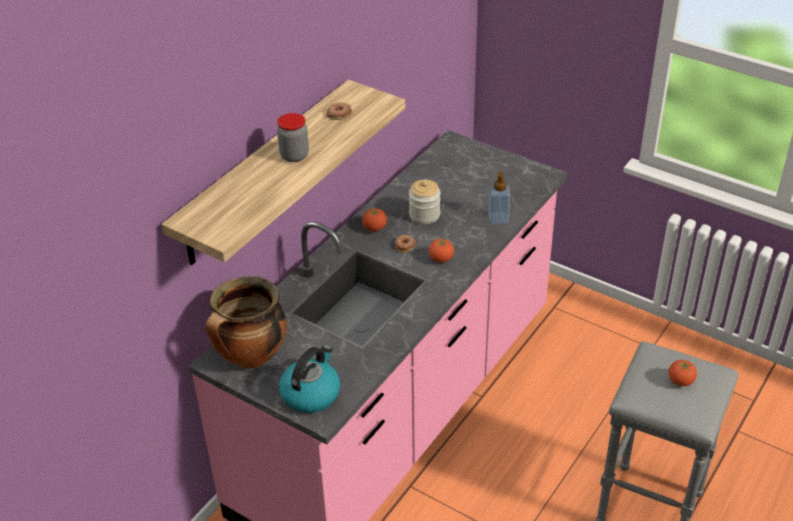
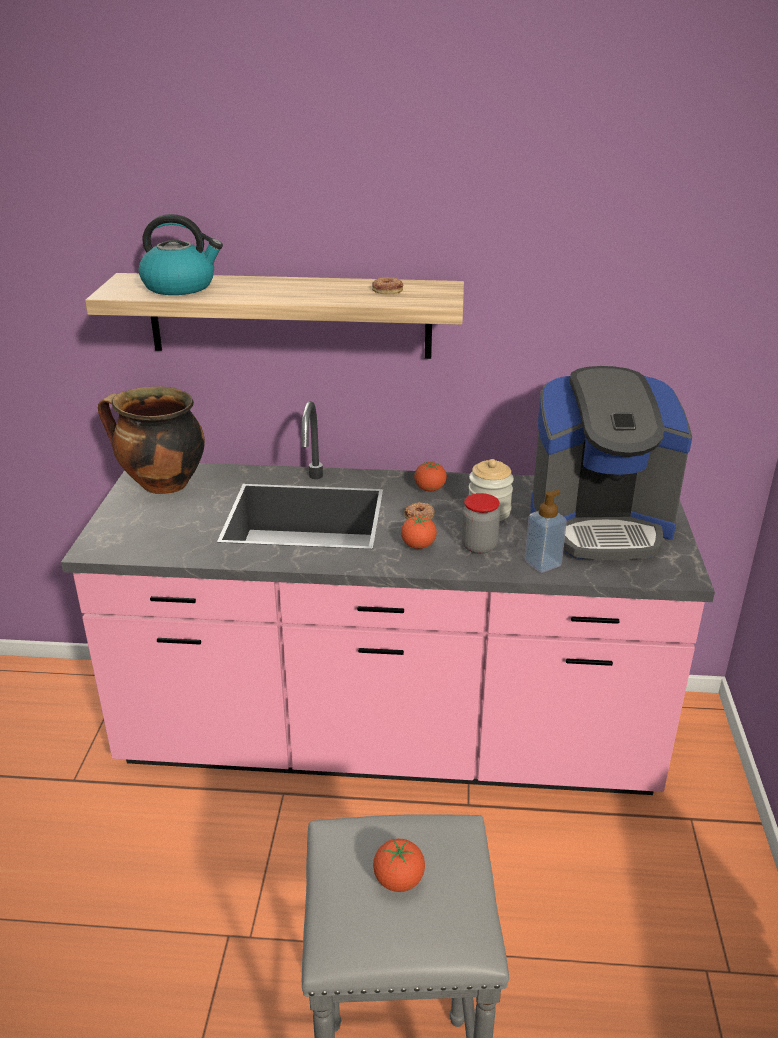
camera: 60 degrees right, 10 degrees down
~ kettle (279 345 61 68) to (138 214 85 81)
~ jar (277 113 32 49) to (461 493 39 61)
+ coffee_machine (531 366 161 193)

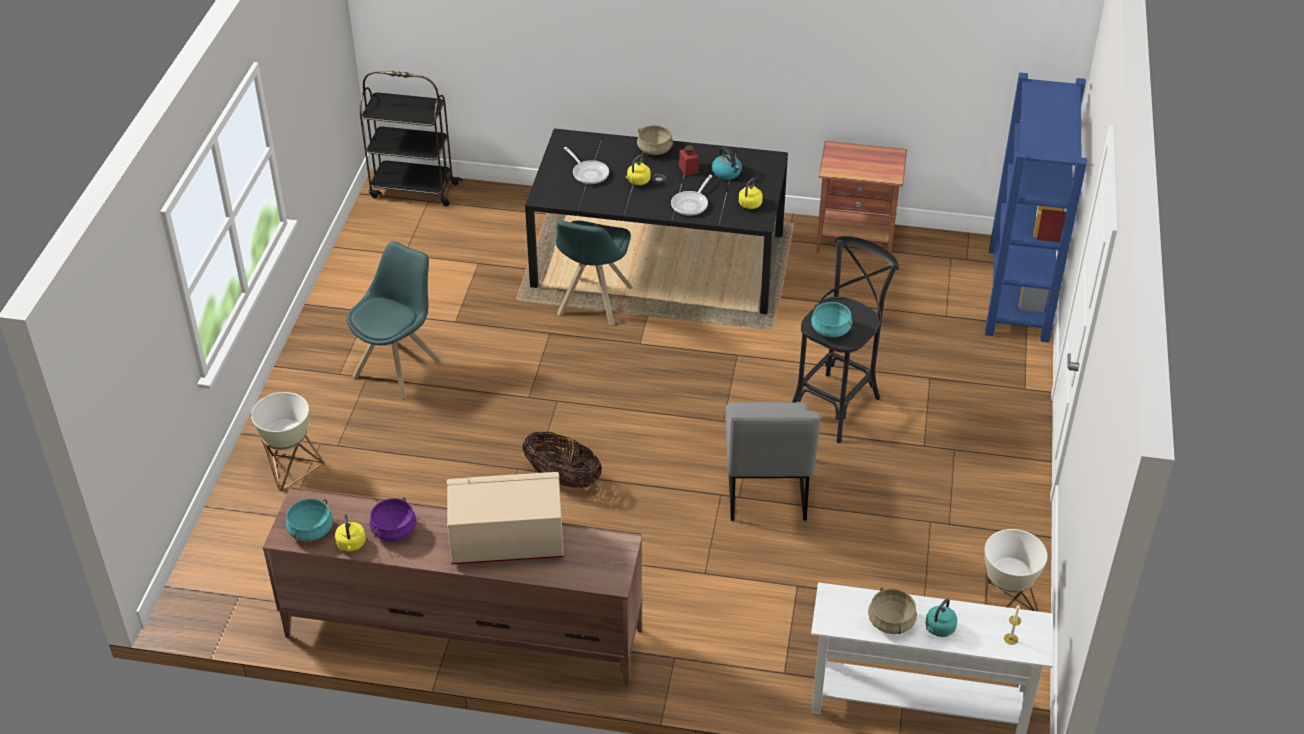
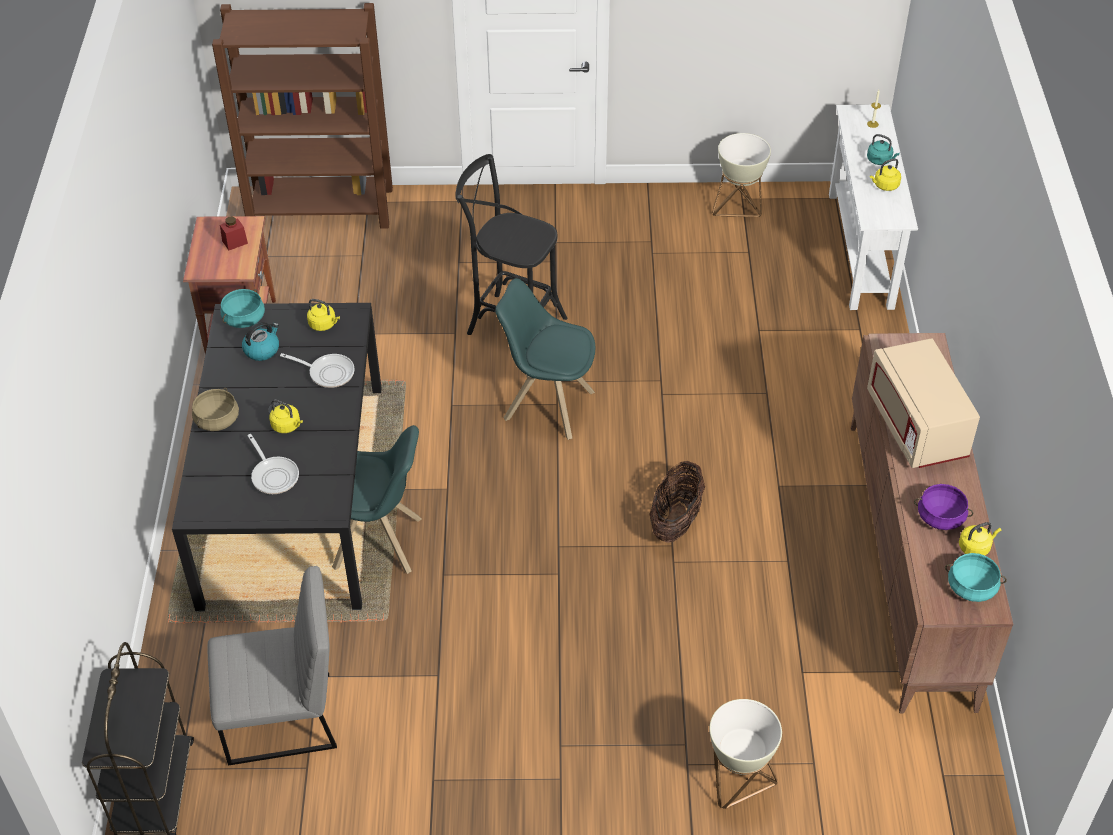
camera: 100 degrees left, 5 degrees up
~ grey_chair (725 402 95 119) to (207 566 130 200)
~ blue_bookcase (985 73 102 270) to brown_bookcase (212 3 181 225)
~ red_jar (679 145 20 31) to (220 216 28 35)
~ turquoise_cooking_pot (811 302 42 35) to (220 289 45 39)
~ frying_pan (564 147 45 37) = (247 434 52 60) 105 degrees clockwise
~ turquoise_chair (347 241 94 159) to (495 278 100 162)
~ beige_cooking_pot (868 587 49 47) to yellow_kettle (870 158 31 33)

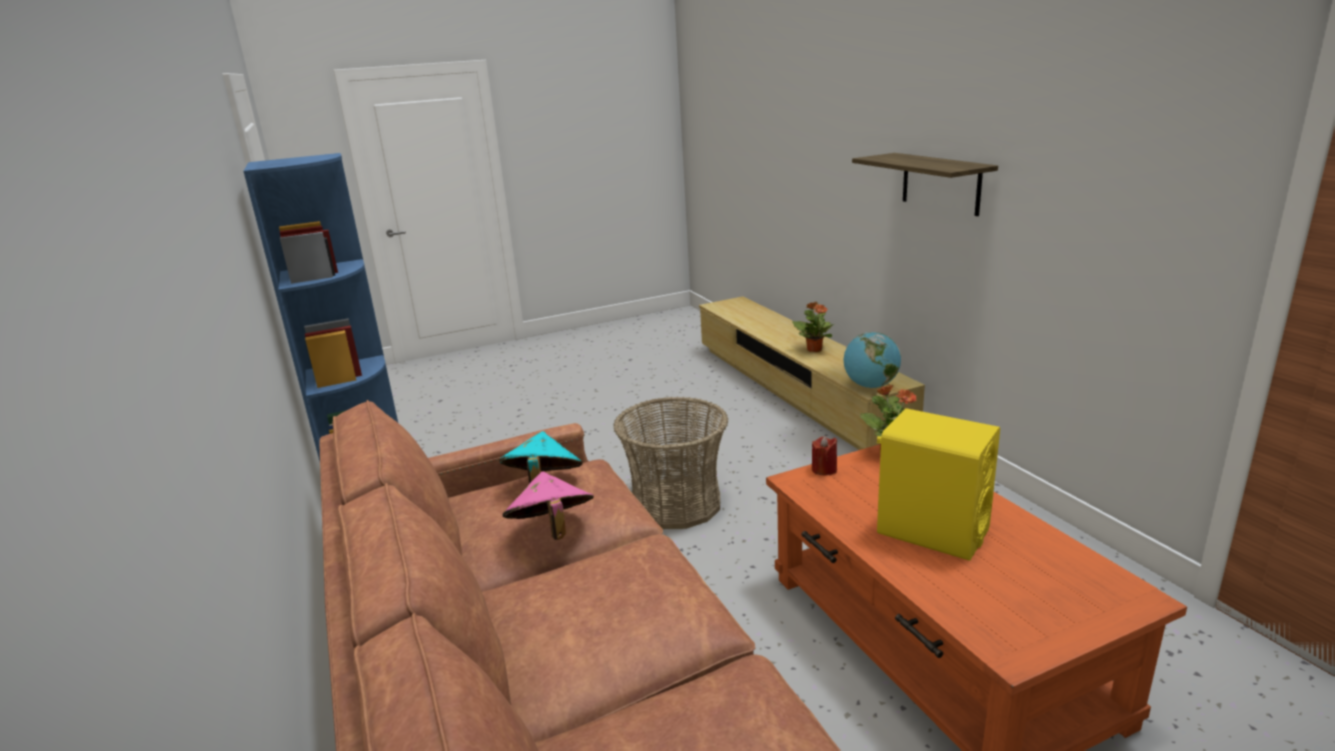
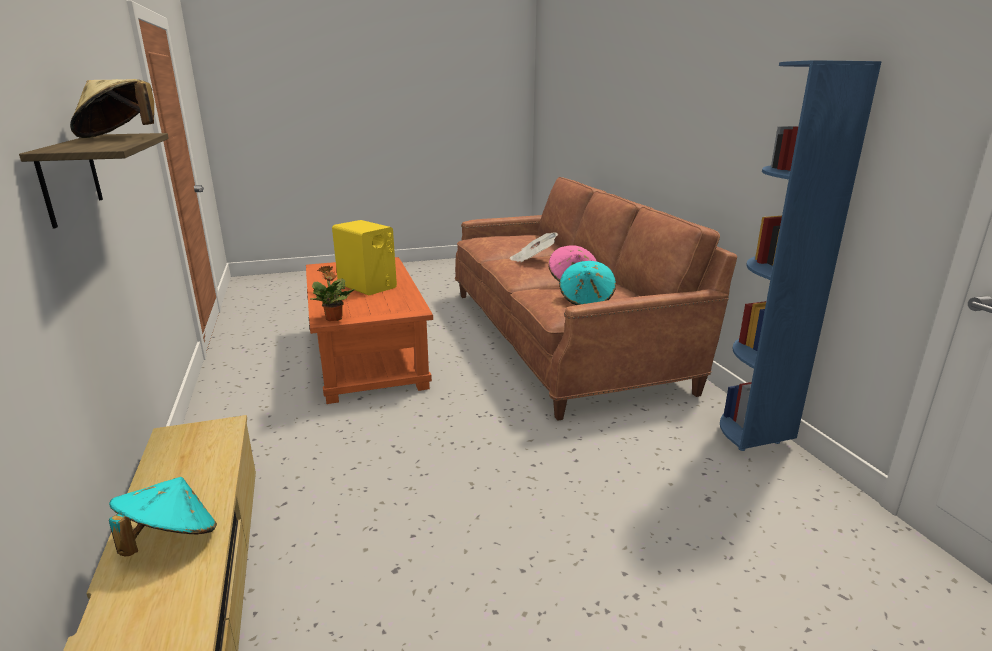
camera: 175 degrees left, 0 degrees up
+ beige_hat (70 79 84 59)
~ potted_plant (792 302 42 50) to turquoise_hat (109 477 108 79)
+ newspaper (509 232 49 30)
- basket (613 397 115 132)
- red_candle (812 436 25 39)
- globe (844 332 57 56)

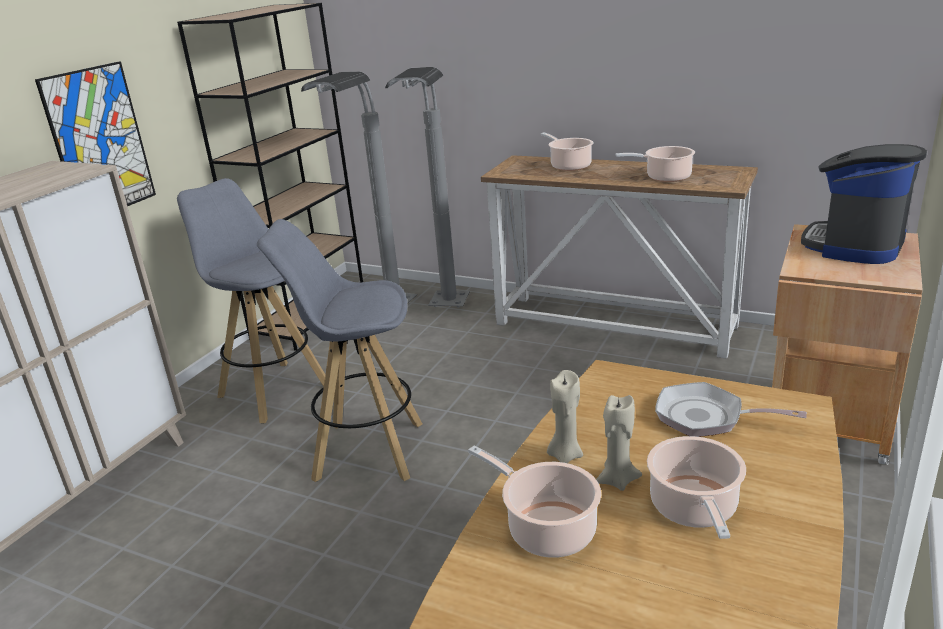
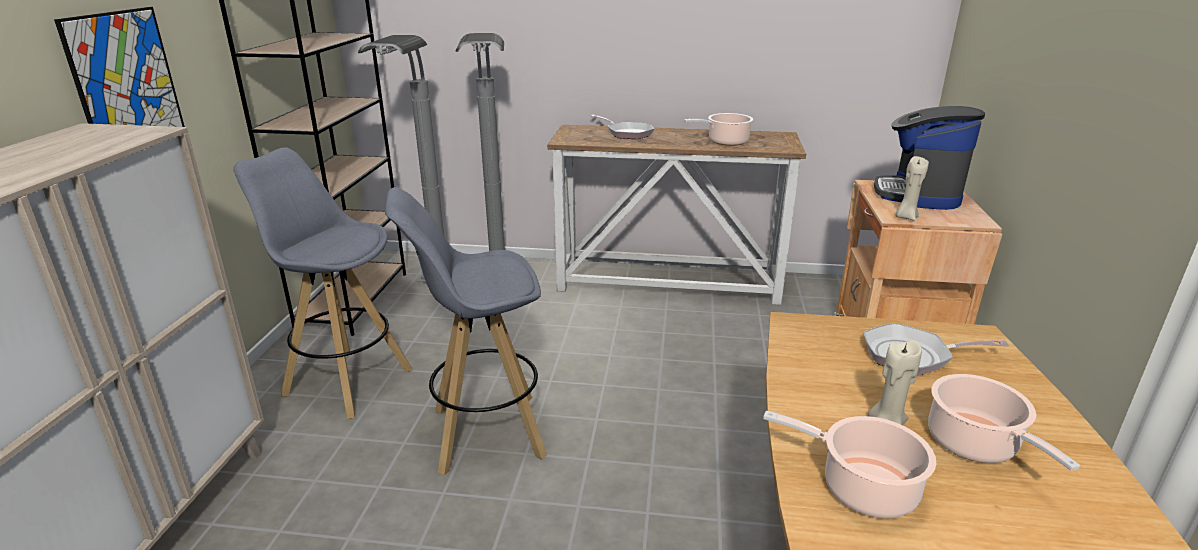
camera: 20 degrees left, 0 degrees up
~ cooking_pot (541 132 52 39) to frying_pan (591 115 64 24)
~ beige_candle (547 370 36 93) to (895 156 34 65)

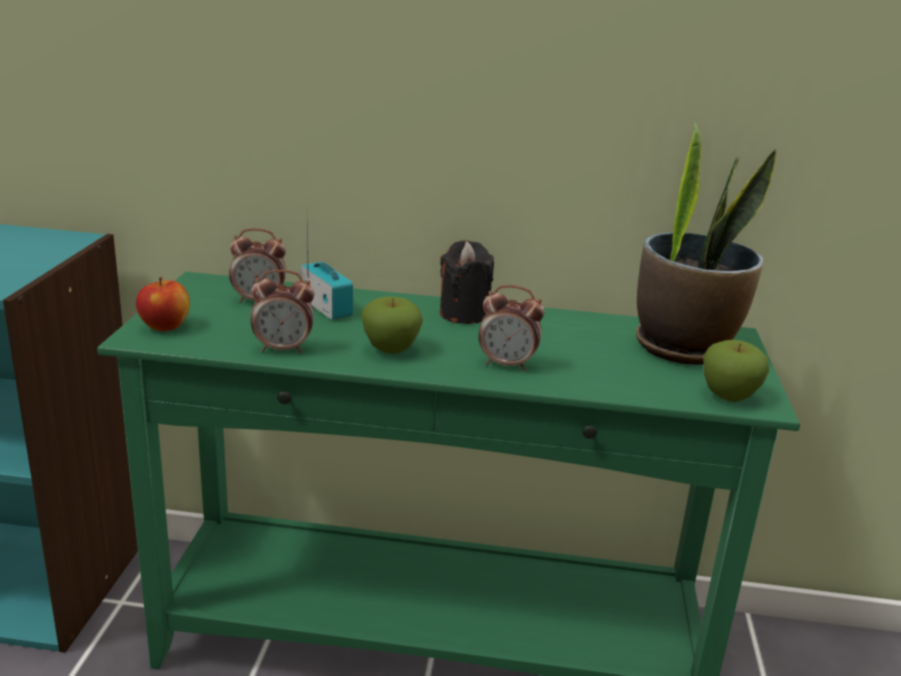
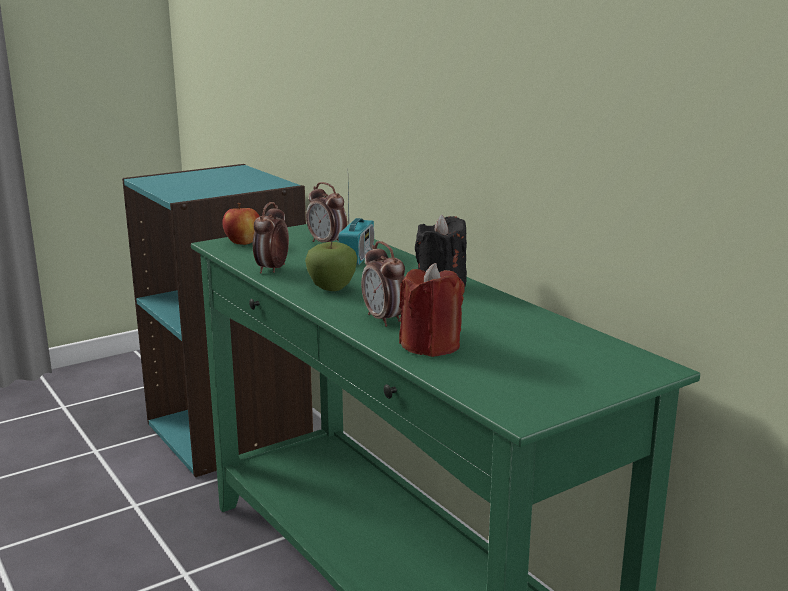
camera: 50 degrees right, 5 degrees down
~ alarm_clock (251 269 64 85) = (253 202 36 72) 60 degrees clockwise
+ red_candle (399 263 66 94)
- potted_plant (636 122 141 243)
- apple (703 340 66 62)

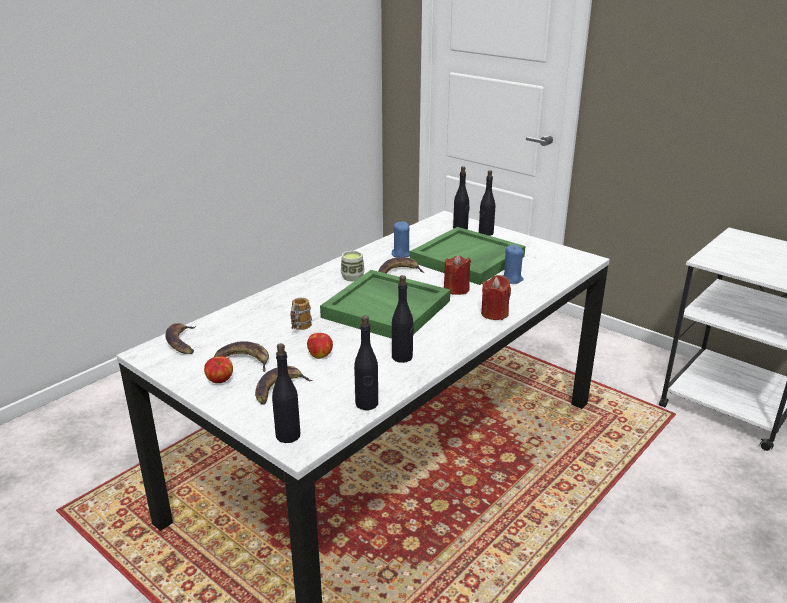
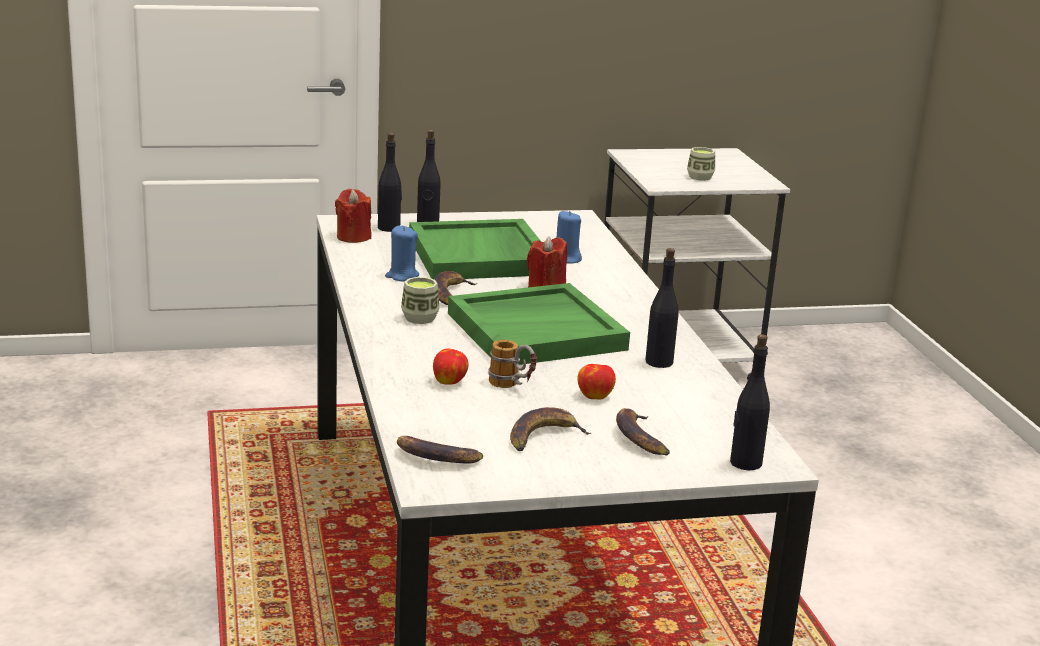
camera: 55 degrees left, 5 degrees down
~ red_candle (481 275 30 45) to (335 189 37 54)
~ apple (204 356 29 27) to (433 349 36 35)
+ cup (687 147 28 34)
- black_bottle (354 315 24 95)

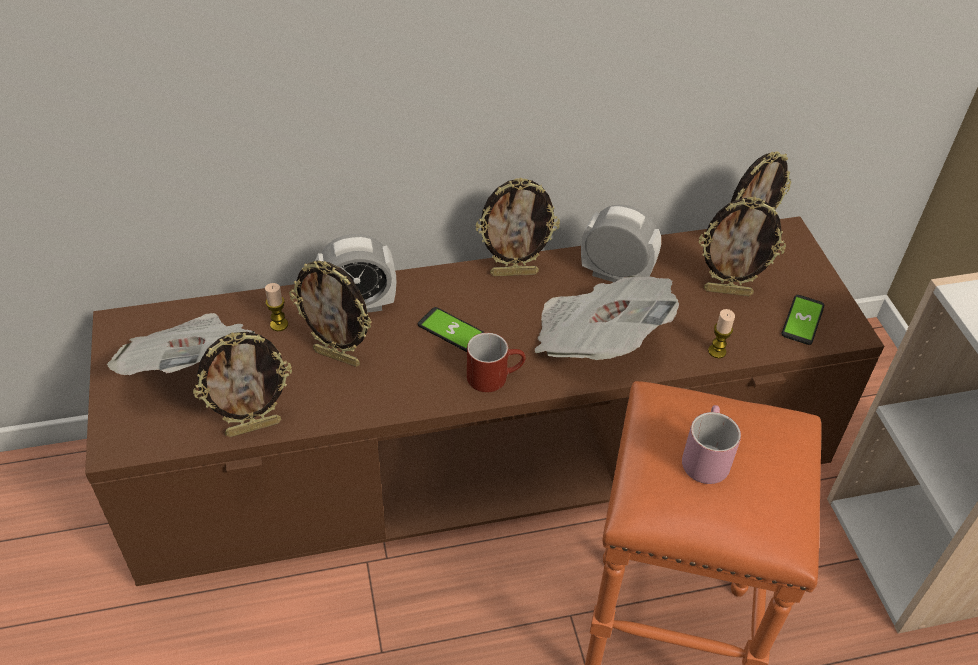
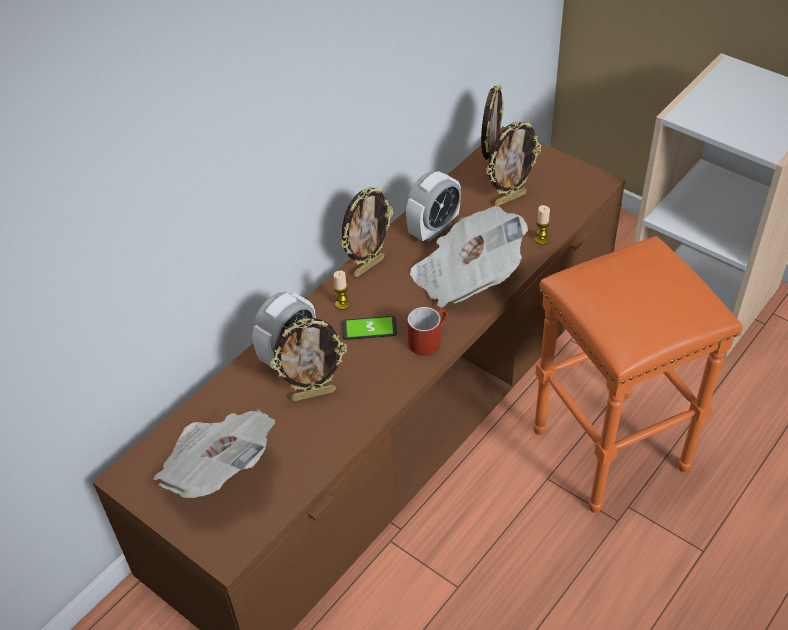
camera: 35 degrees left, 0 degrees up
~ candle (265 283 23 48) to (333 270 17 40)
~ alarm_clock (581 205 80 77) = (406 171 55 71) 150 degrees clockwise
- picture_frame (193 332 99 105)
- pink_mug (682 405 59 79)
- phone (781 295 43 50)

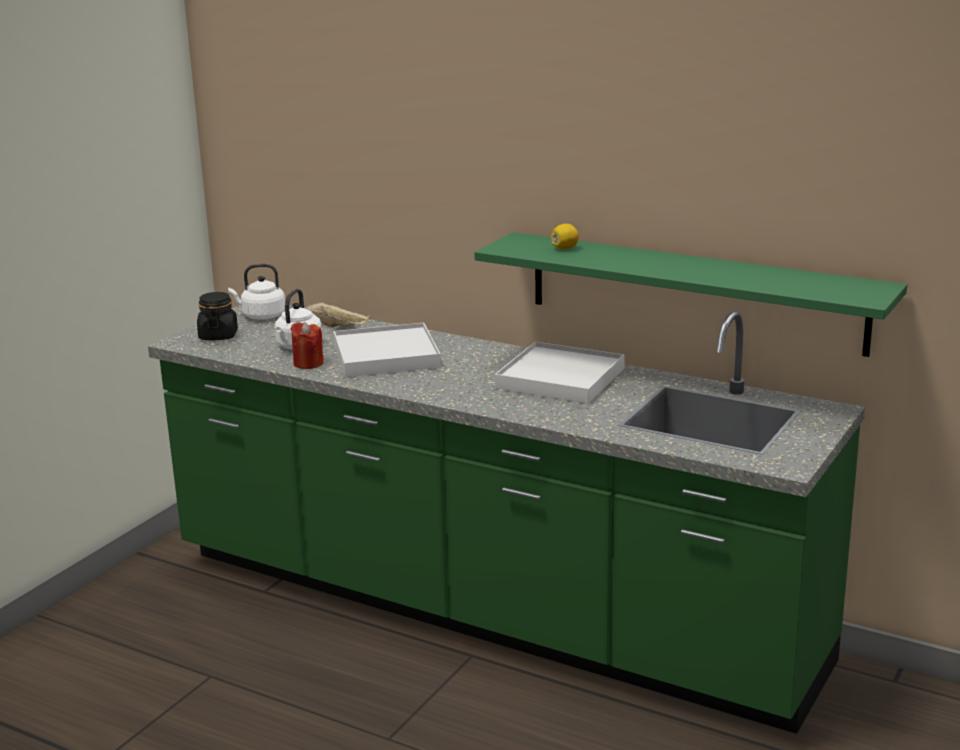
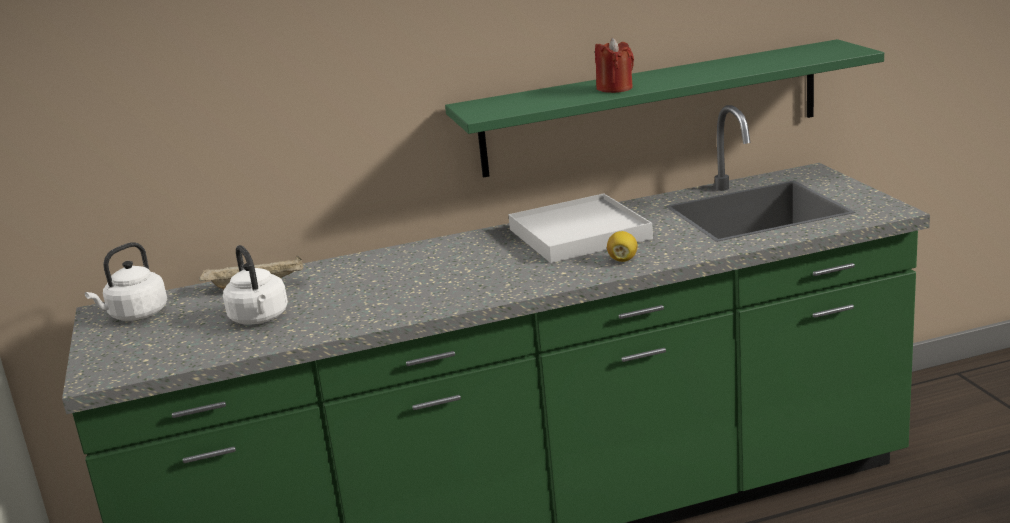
camera: 45 degrees left, 0 degrees up
~ red_candle (291 322 33 47) to (595 38 39 55)
~ lemon (551 224 28 25) to (607 231 31 31)
- black_jar (197 292 41 48)
- white_tray (334 323 107 54)

